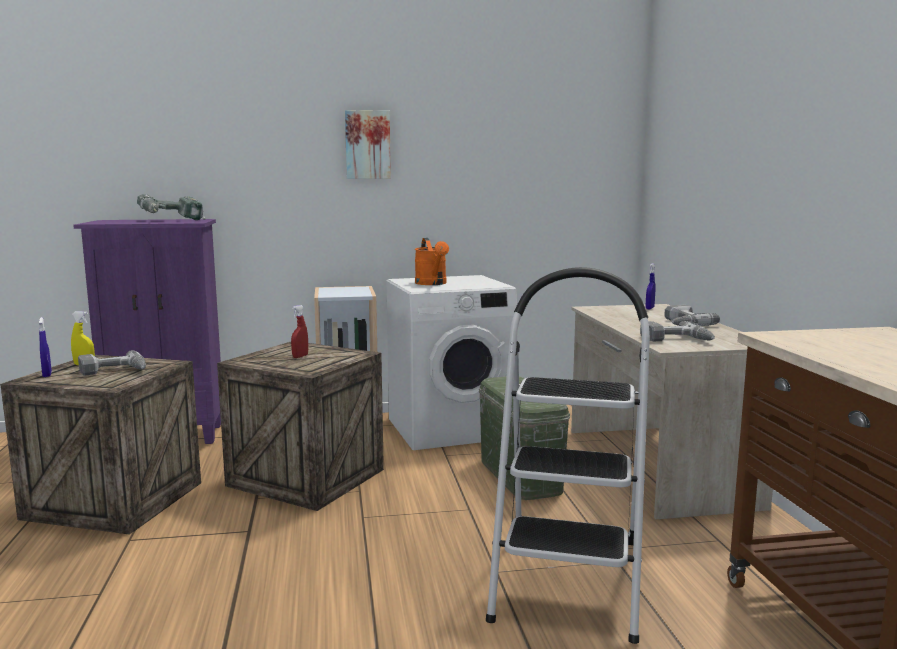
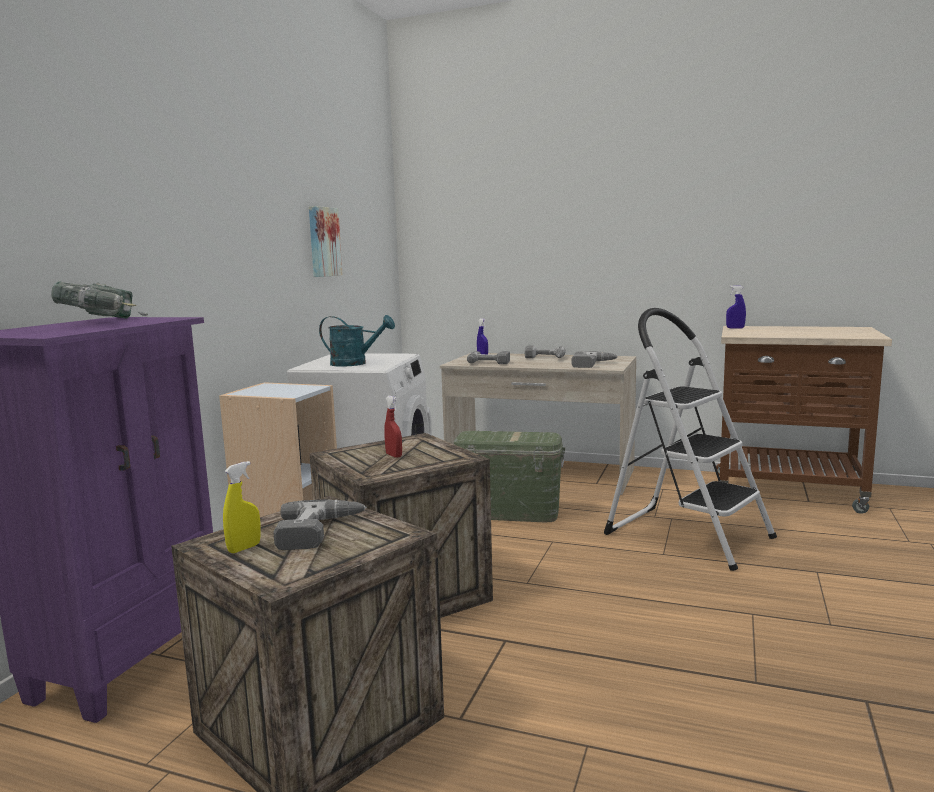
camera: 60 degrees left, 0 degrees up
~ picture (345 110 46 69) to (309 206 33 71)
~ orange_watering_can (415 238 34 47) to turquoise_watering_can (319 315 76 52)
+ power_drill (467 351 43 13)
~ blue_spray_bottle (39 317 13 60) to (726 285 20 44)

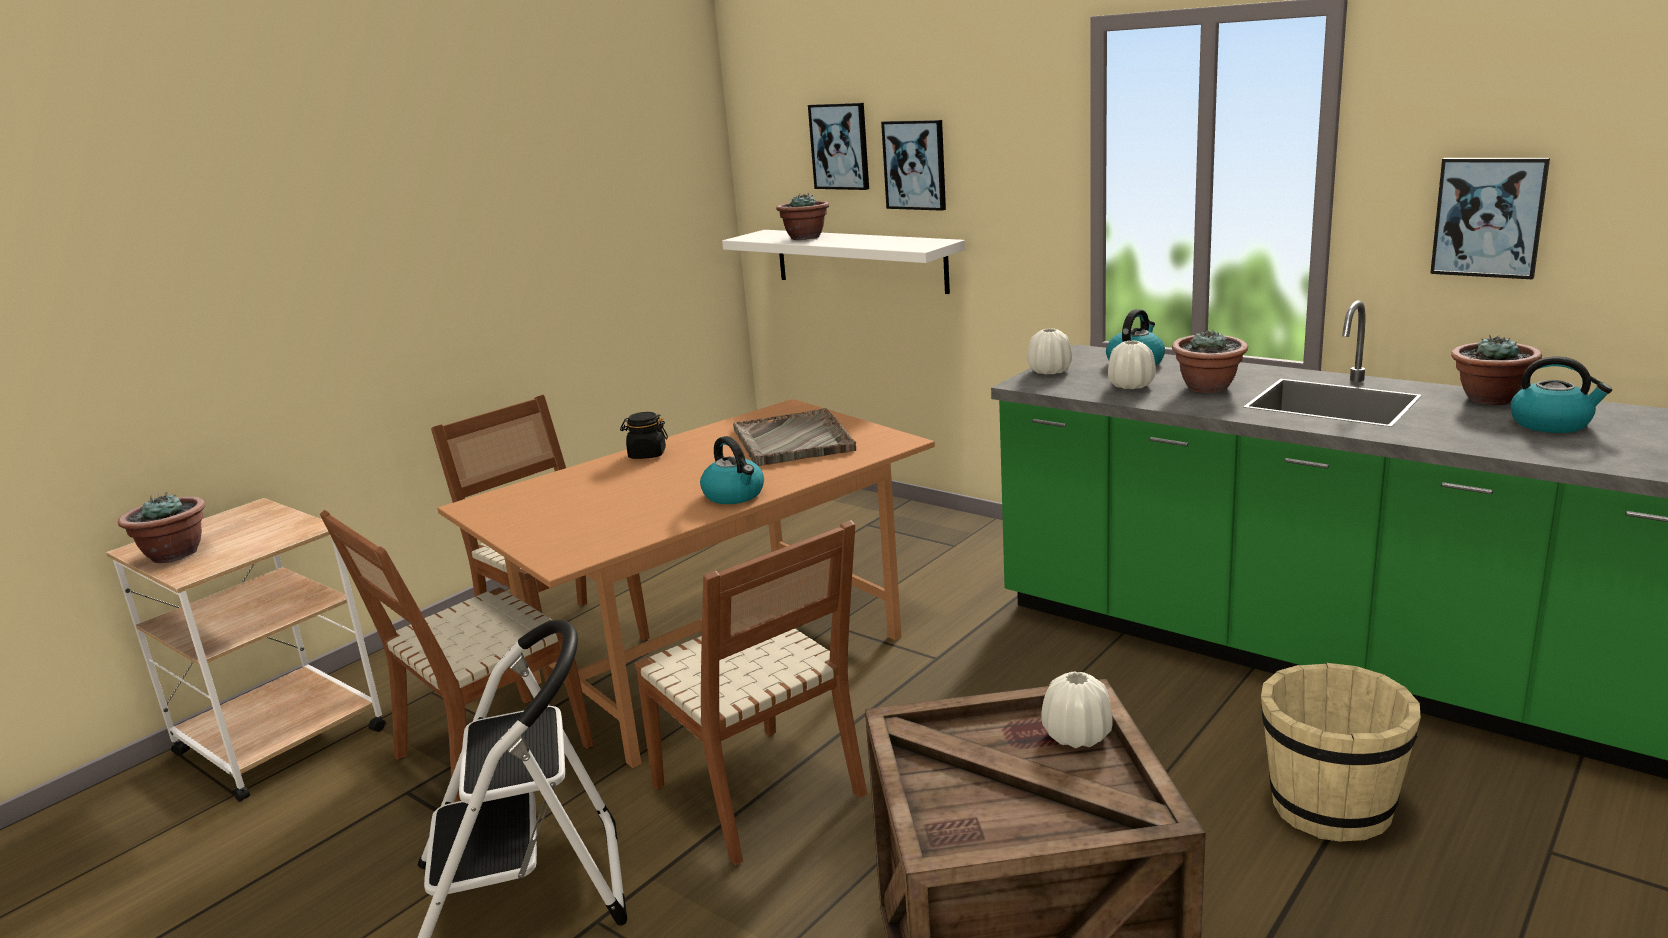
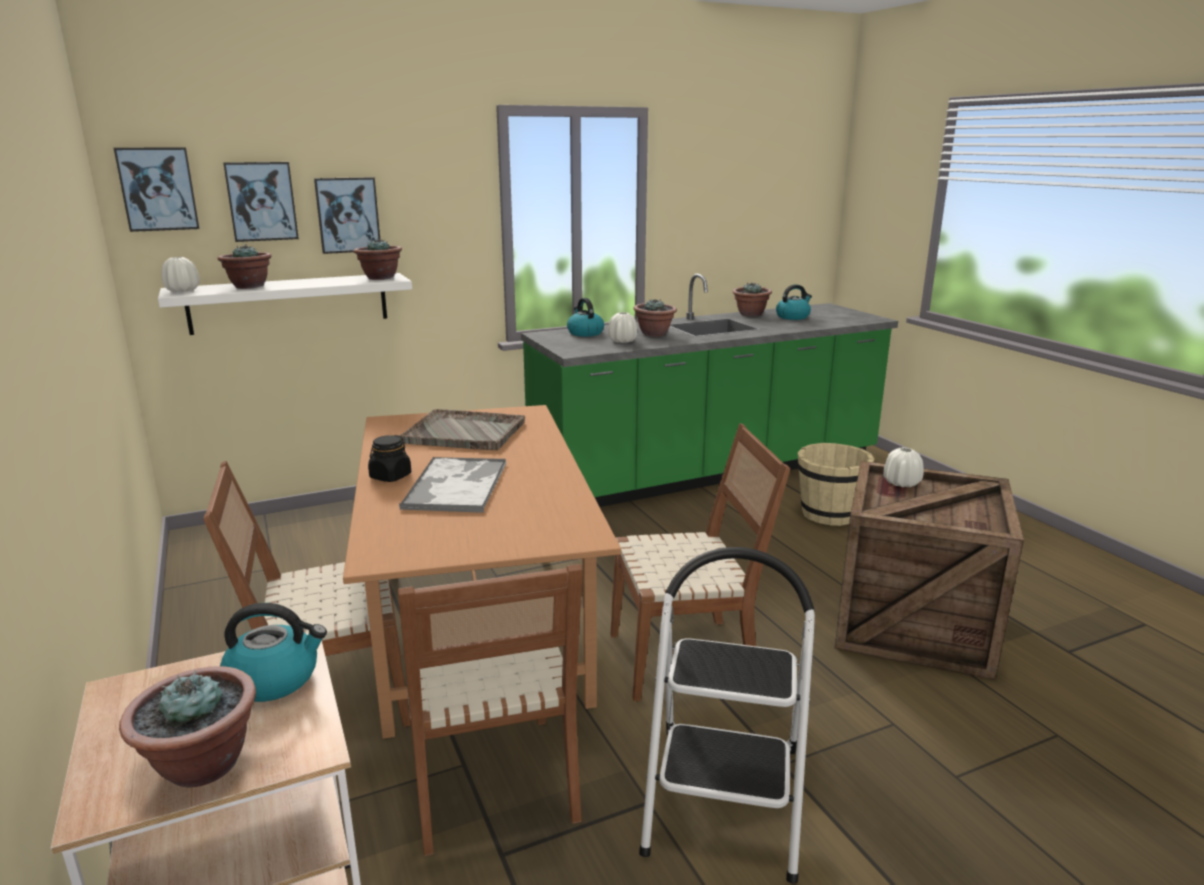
camera: 65 degrees left, 0 degrees up
~ picture (1430 158 120 121) to (114 147 86 85)
~ white_vase (1027 328 45 46) to (162 257 38 35)
~ kettle (700 436 64 68) to (220 603 107 99)
+ potted_plant (353 238 49 42)
+ tray (399 457 108 56)

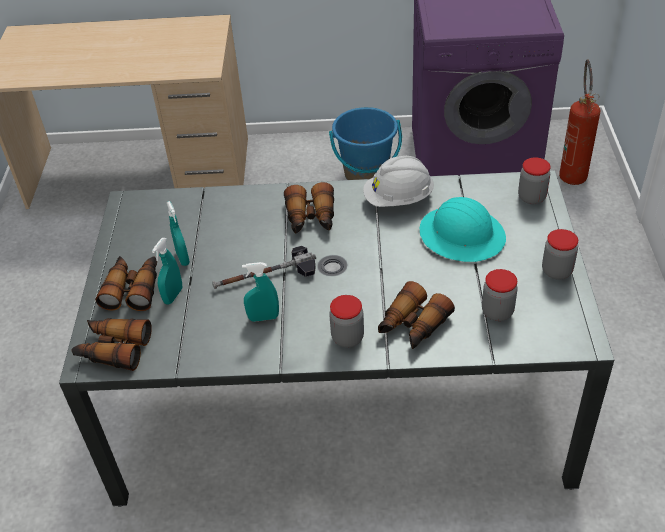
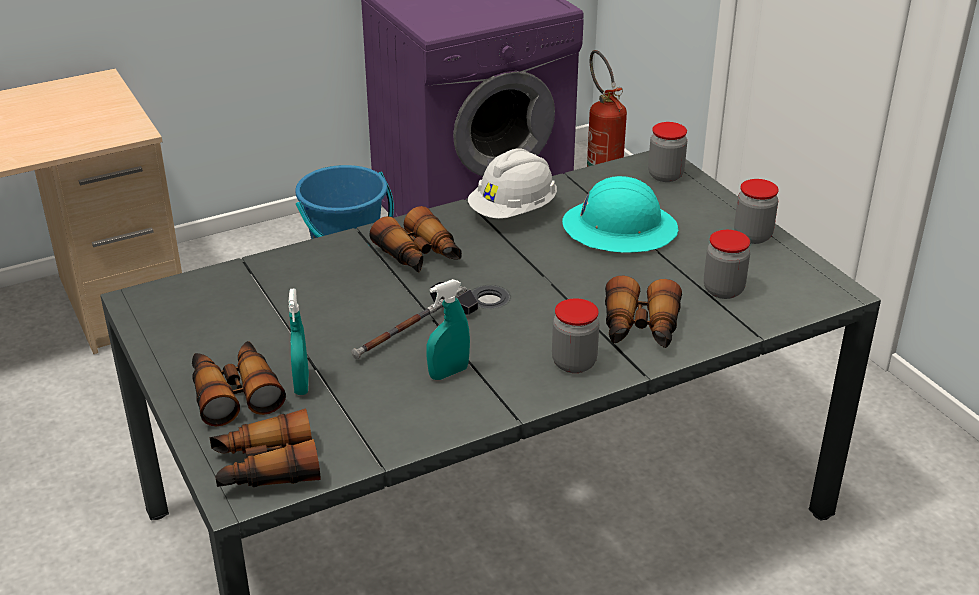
camera: 30 degrees left, 10 degrees down
- turquoise_spray_bottle (167 201 23 65)

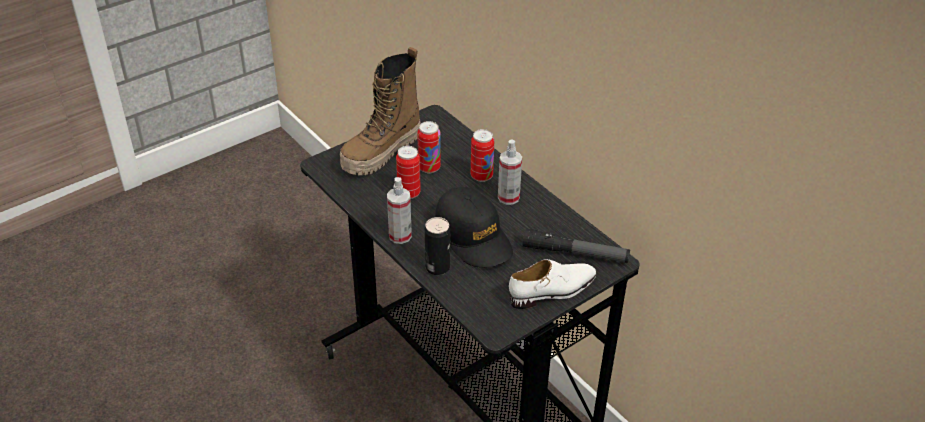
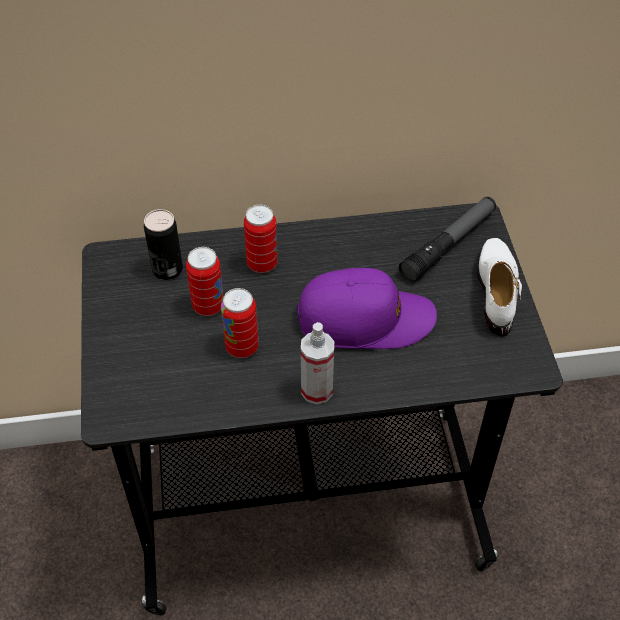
camera: 60 degrees left, 10 degrees up
~ can (425 217 25 58) to (144 209 39 71)
~ black_cap (435 187 78 81) to purple_cap (297 268 140 81)
- boot (340 47 80 128)
- spray_bottle (498 139 24 66)

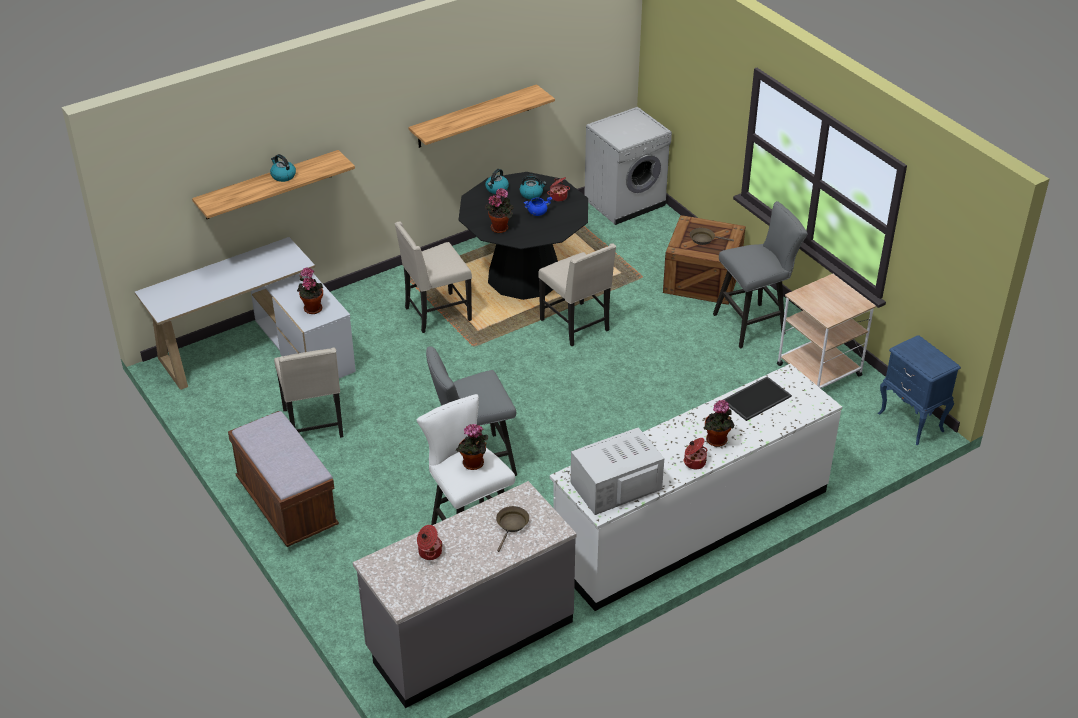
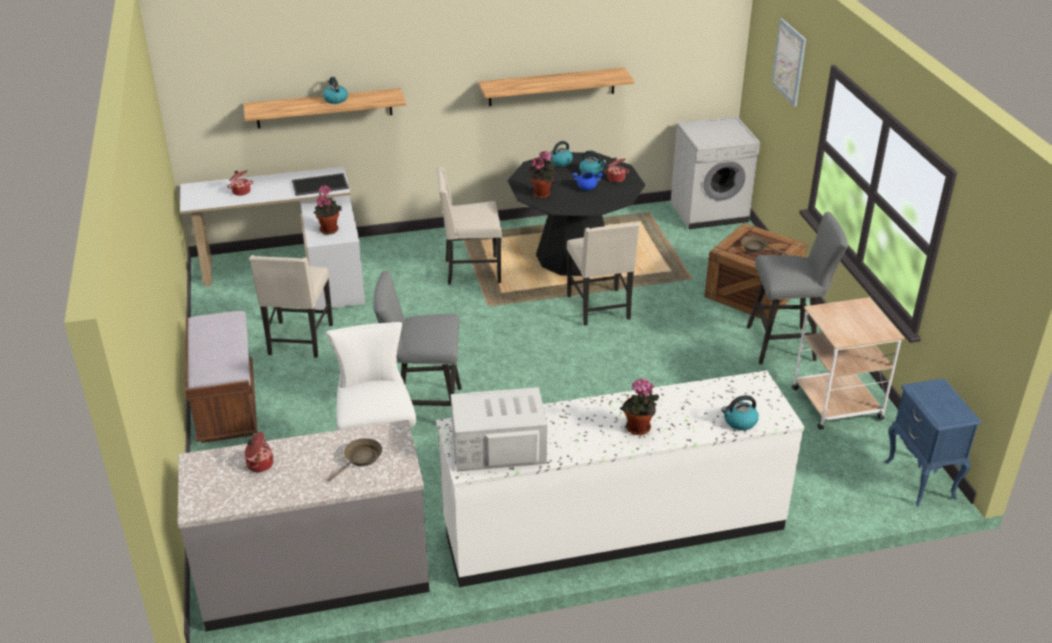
camera: 20 degrees right, 5 degrees down
~ cooking_pot (683 438 24 31) to (227 170 26 26)
~ tray (723 377 69 44) to (292 173 57 23)
+ kettle (721 395 38 35)
+ picture (771 18 35 89)
- potted_plant (456 423 32 47)

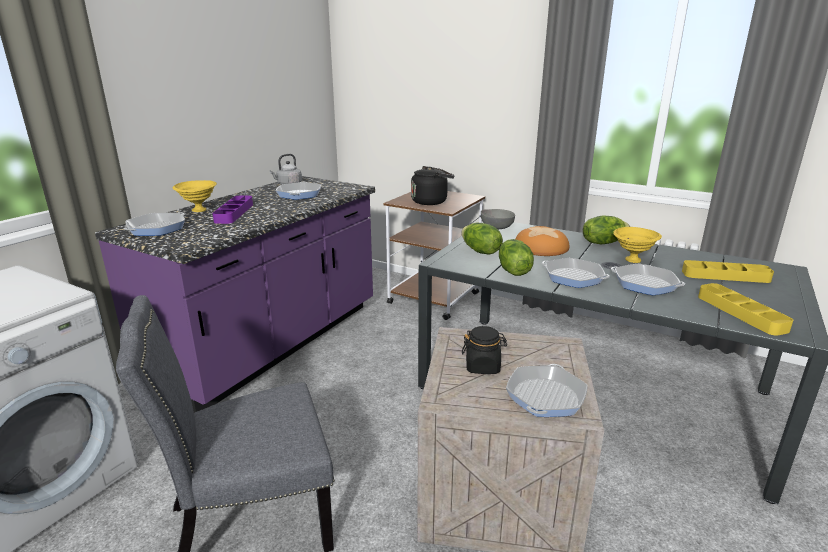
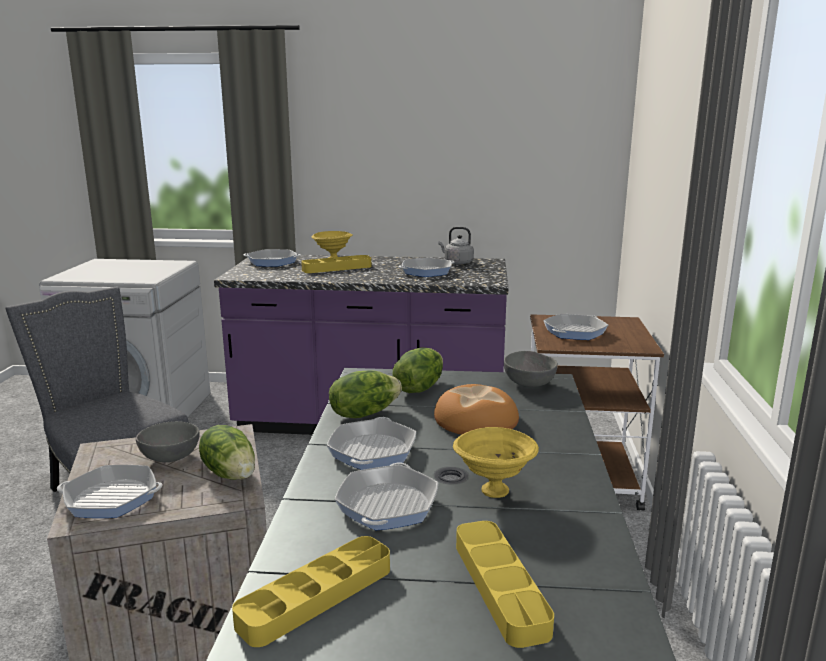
camera: 65 degrees right, 5 degrees down
~ black_jar (462 326 45 48) to grey_bowl (136 421 63 41)
~ lettuce (583 215 47 29) to (199 425 56 55)
~ purple_tray (213 196 40 28) to yellow_tray (301 255 70 18)
~ black_kettle (411 166 44 39) to frying_pan (543 314 65 26)

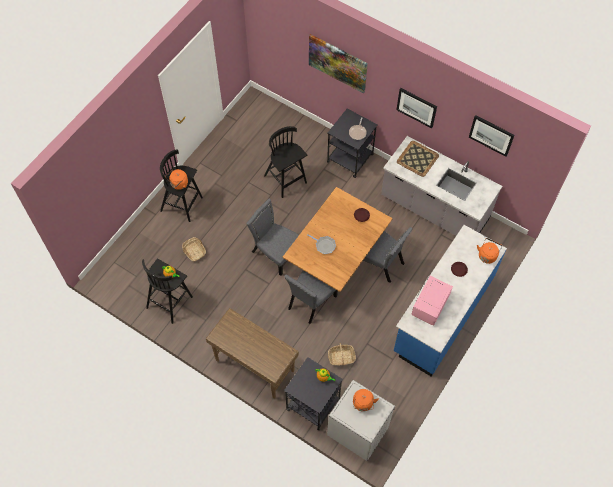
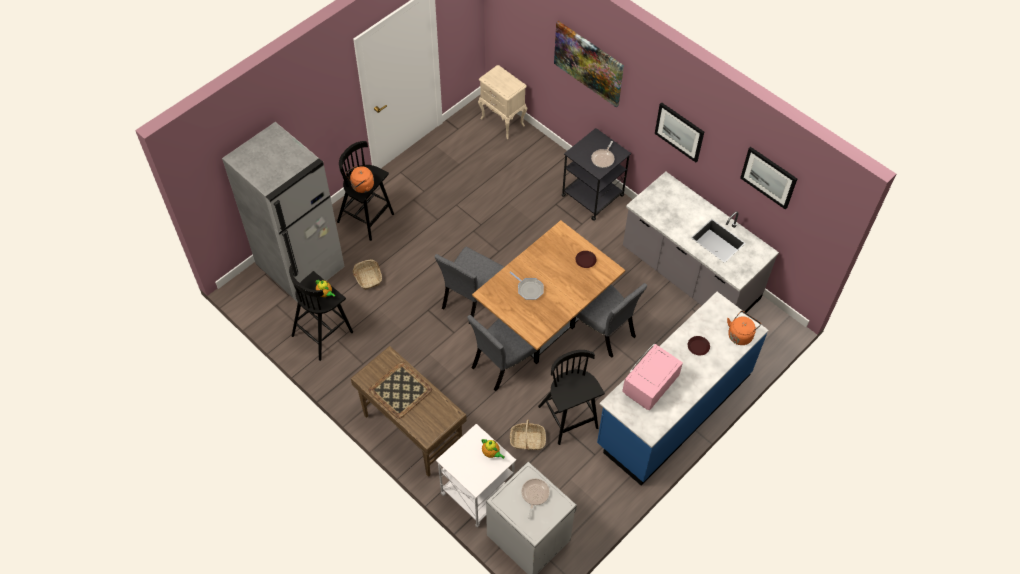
camera: 10 degrees right, 5 degrees down
+ grey_fridge (222 122 123 181)
~ tray (397 141 42 36) to (369 362 63 57)
~ grey_chair (246 198 53 78) = (434 247 70 78) 105 degrees counterclockwise
~ black_cart (284 357 59 73) to white_cart (436 424 80 103)
+ beige_nightstand (478 65 49 74)
~ orange_kettle (353 389 26 23) to frying_pan (521 479 29 40)
~ black_stool (264 126 43 72) to (538 350 67 95)

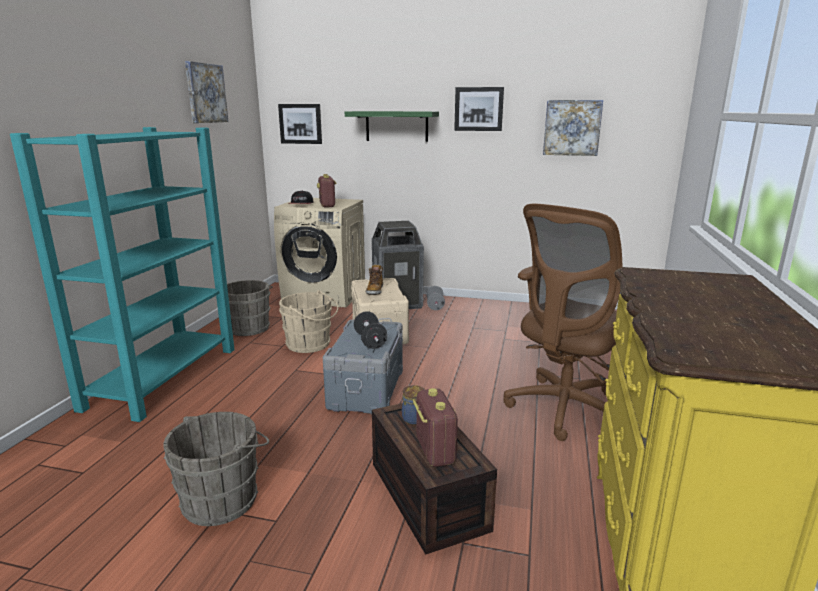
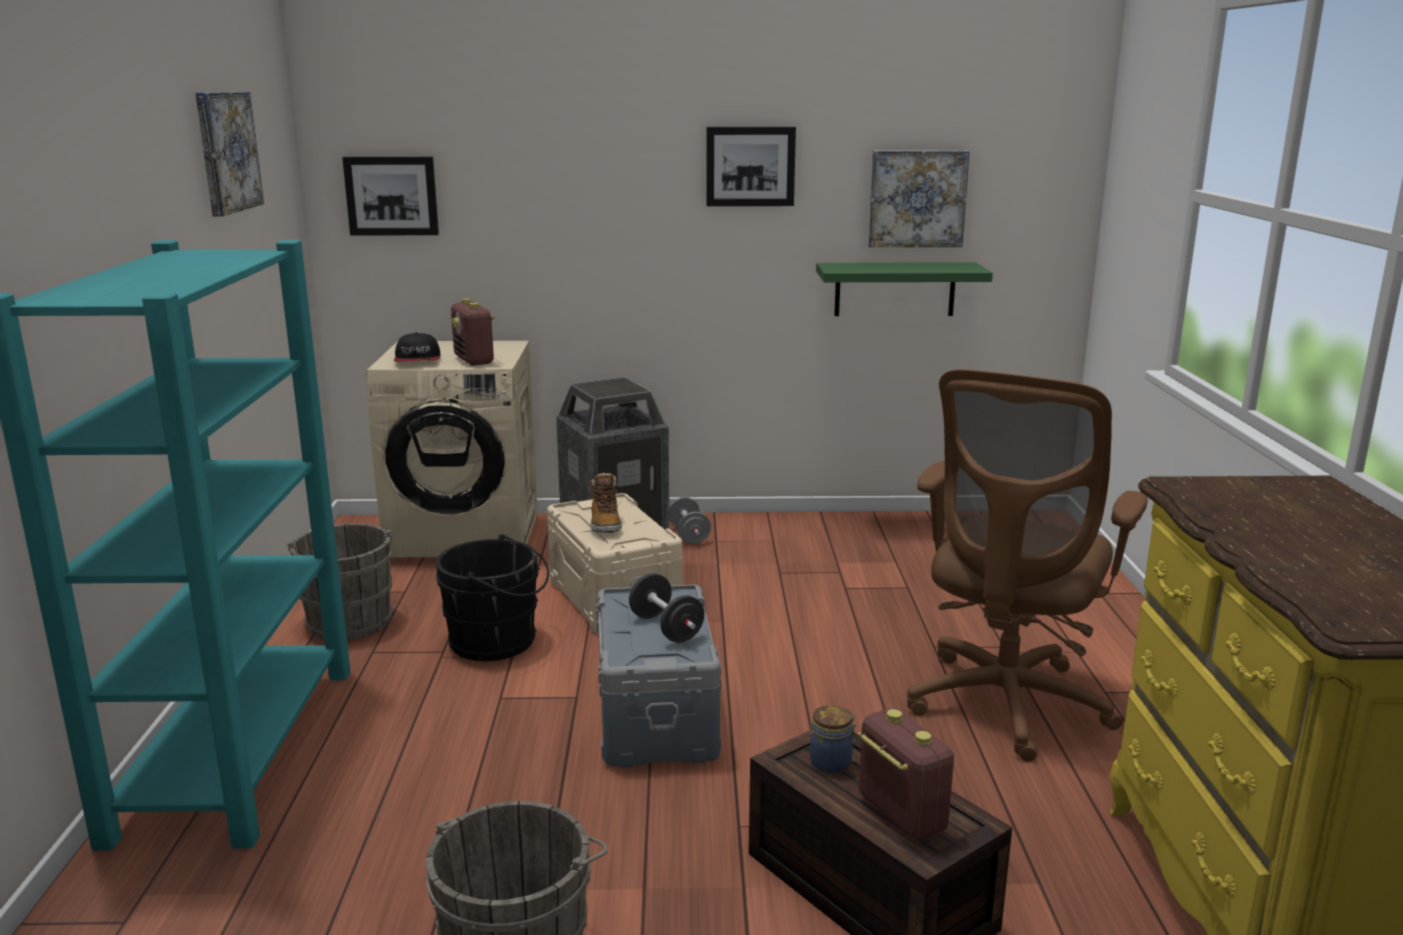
camera: 15 degrees left, 0 degrees up
~ beige_bucket (279 290 59 63) to black_bucket (436 534 113 127)
~ green_shelf (345 111 94 31) to (816 262 177 54)

